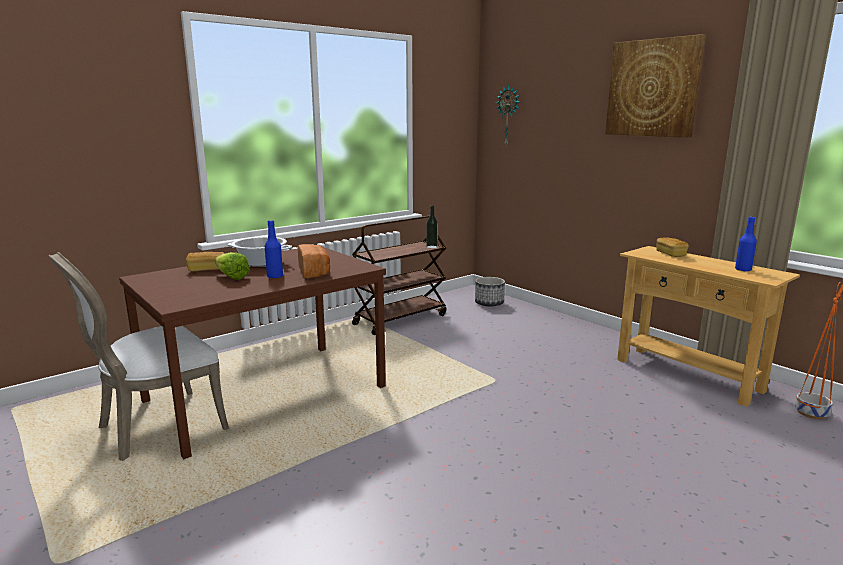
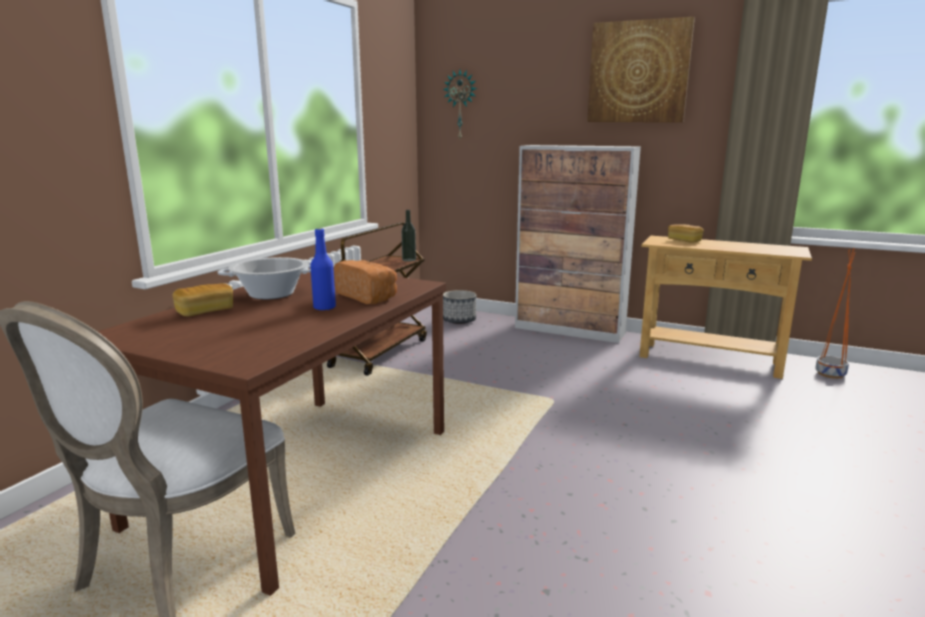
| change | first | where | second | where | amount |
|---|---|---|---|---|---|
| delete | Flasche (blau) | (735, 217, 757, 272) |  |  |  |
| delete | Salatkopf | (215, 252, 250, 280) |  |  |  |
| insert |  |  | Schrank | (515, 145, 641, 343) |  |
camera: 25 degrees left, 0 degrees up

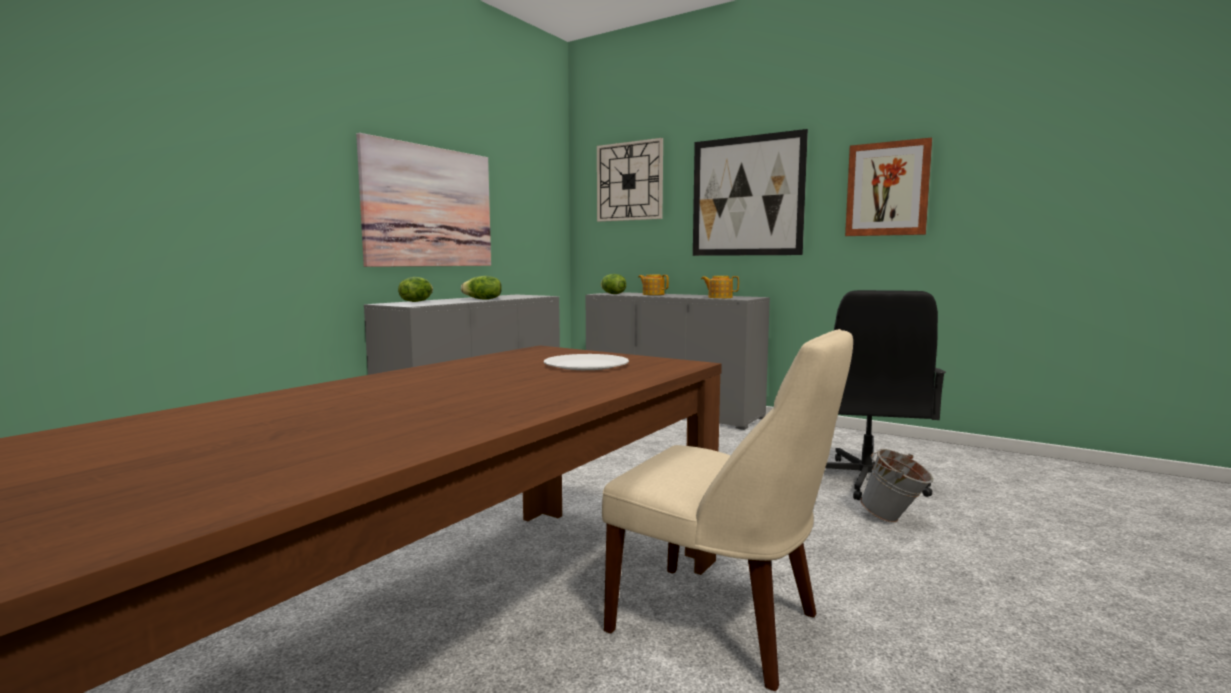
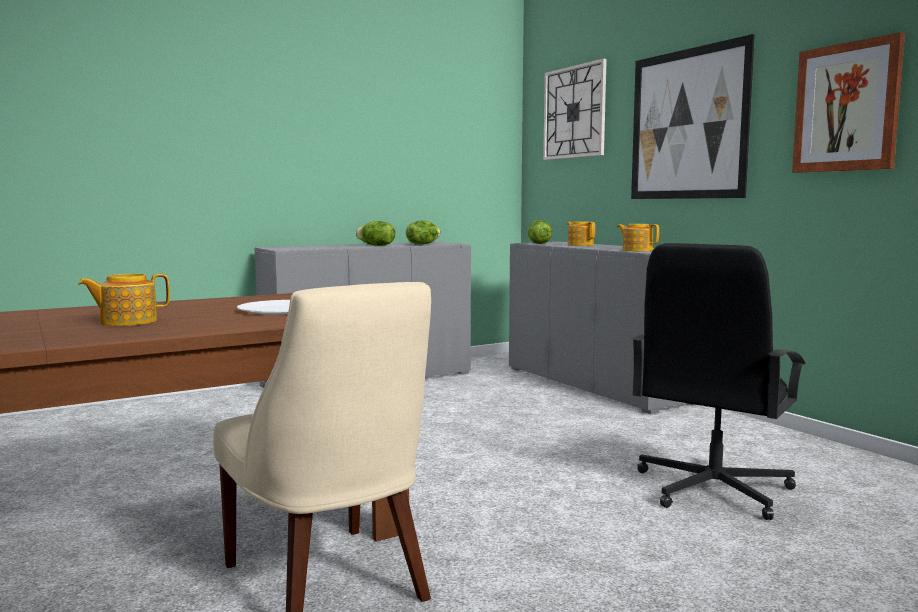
| change | first | where | second | where | amount |
|---|---|---|---|---|---|
| delete | Bild | (356, 133, 491, 267) |  |  |  |
| move | Salatkopf | (398, 277, 433, 302) |  | (406, 220, 441, 244) |  |
| delete | Eimer (grau) | (860, 449, 933, 523) |  |  |  |
| insert |  |  | Teekanne | (78, 273, 170, 326) |  |
camera: 25 degrees right, 0 degrees up

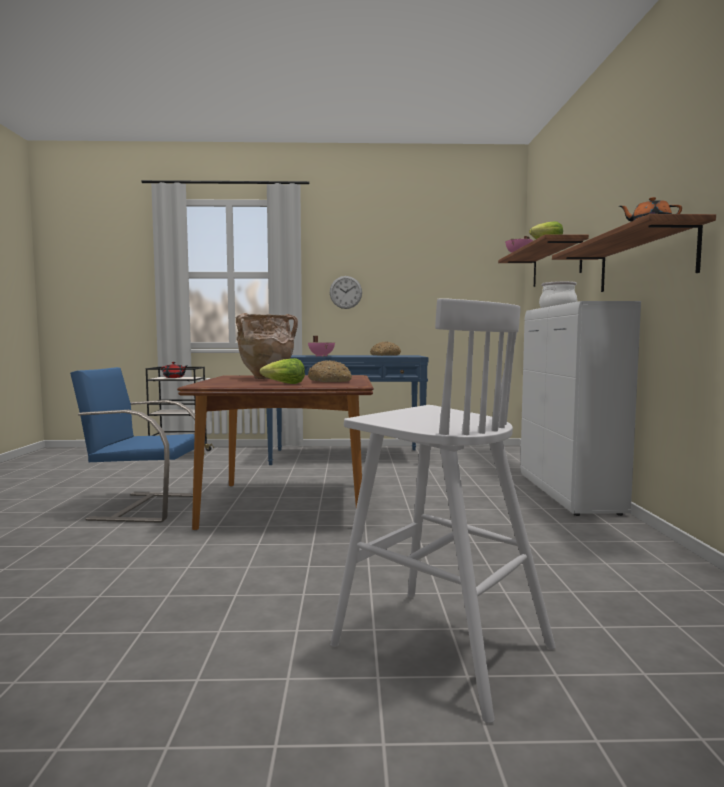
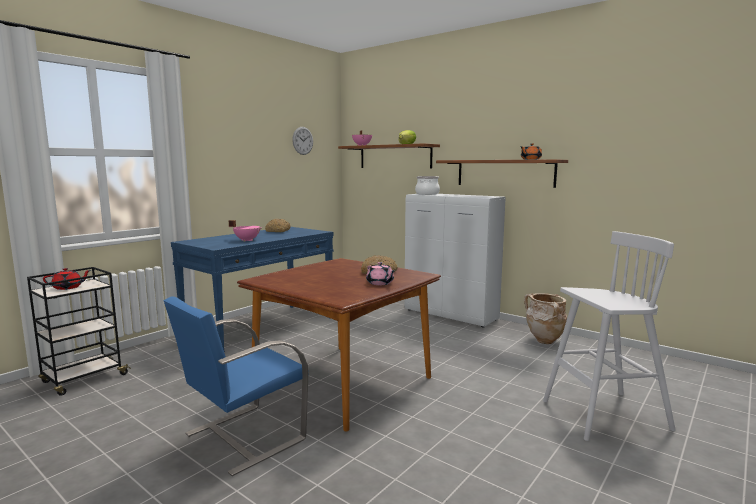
| change | first | where | second | where | amount |
|---|---|---|---|---|---|
| move | Wanduhr | (330, 276, 362, 309) |  | (292, 127, 313, 155) |  |
| move | Vase (beige) | (236, 313, 298, 379) |  | (524, 293, 567, 344) |  |
| replace | Salatkopf | (260, 358, 305, 384) | Teekanne (rosa) | (366, 262, 394, 285) |  |
camera: 50 degrees left, 5 degrees up

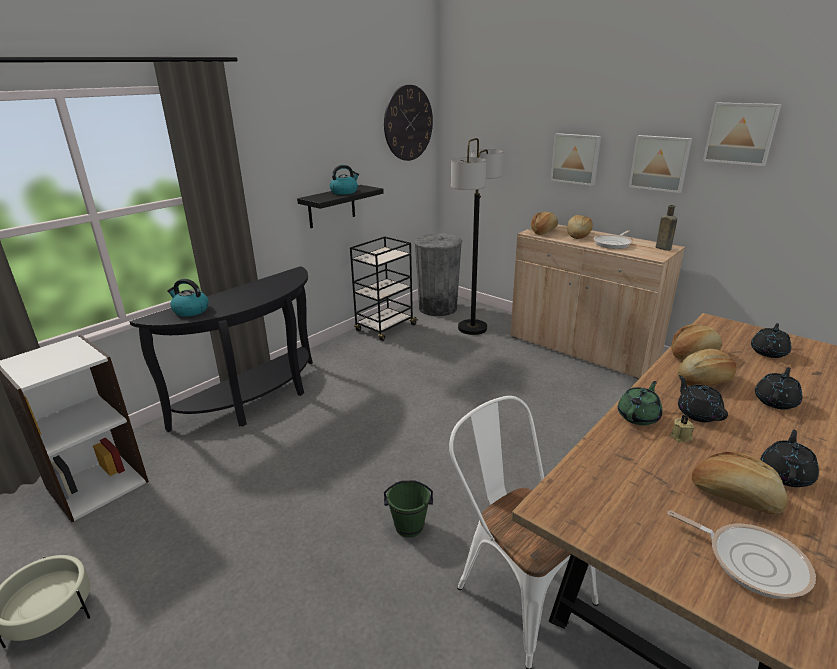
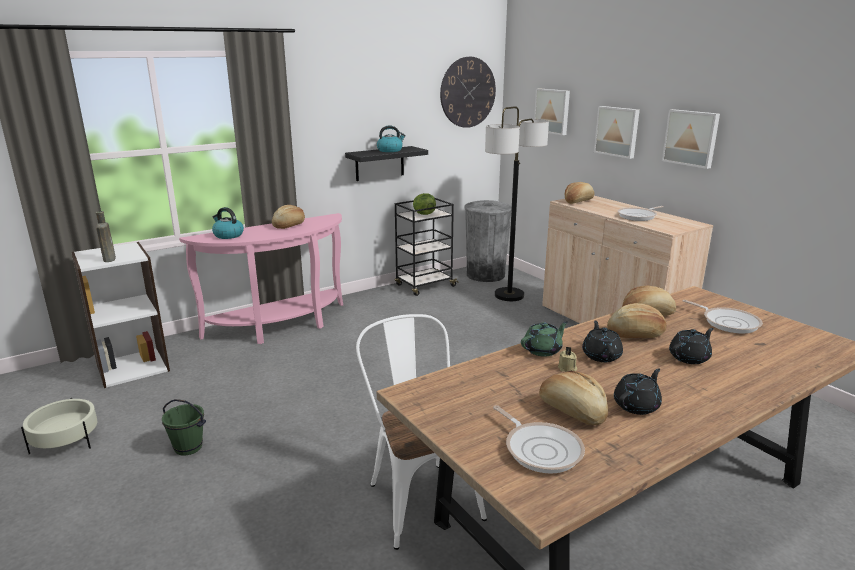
| change | first | where | second | where | amount |
|---|---|---|---|---|---|
| move | Bild | (703, 103, 781, 166) |  | (534, 89, 570, 135) |  |
| move | Flasche (braun) | (656, 205, 677, 251) |  | (95, 211, 116, 262) |  |
| move | Brot | (567, 215, 593, 239) |  | (272, 205, 305, 229) |  |
| recolor | Konsolentisch (schwarz) | (129, 266, 313, 432) | Konsolentisch (rosa) | (179, 213, 343, 344) |  |
| replace | Teekanne (schwarz) | (751, 323, 791, 358) | Pfanne | (683, 300, 763, 333) |  |
| move | Eimer (grün) | (384, 480, 433, 538) |  | (162, 399, 206, 456) |  |
| insert |  |  | Salatkopf | (413, 193, 436, 215) |  |
camera: 15 degrees right, 5 degrees down

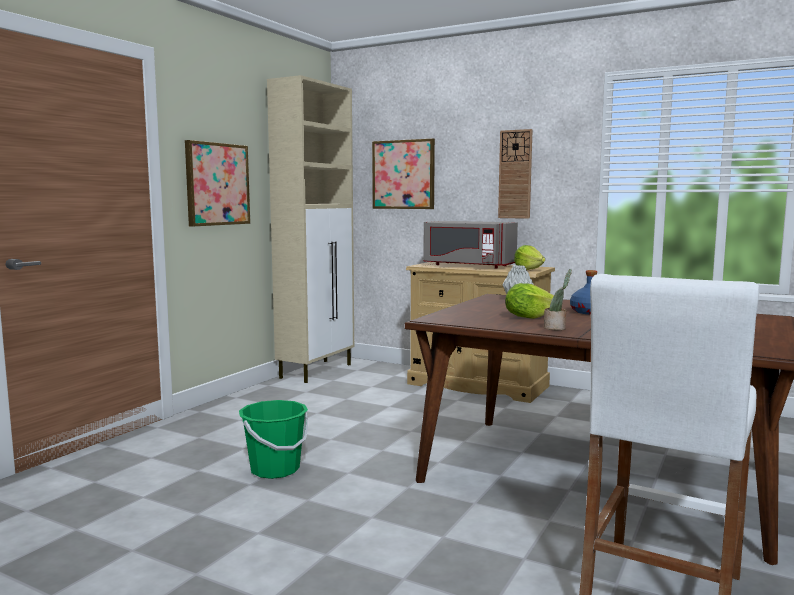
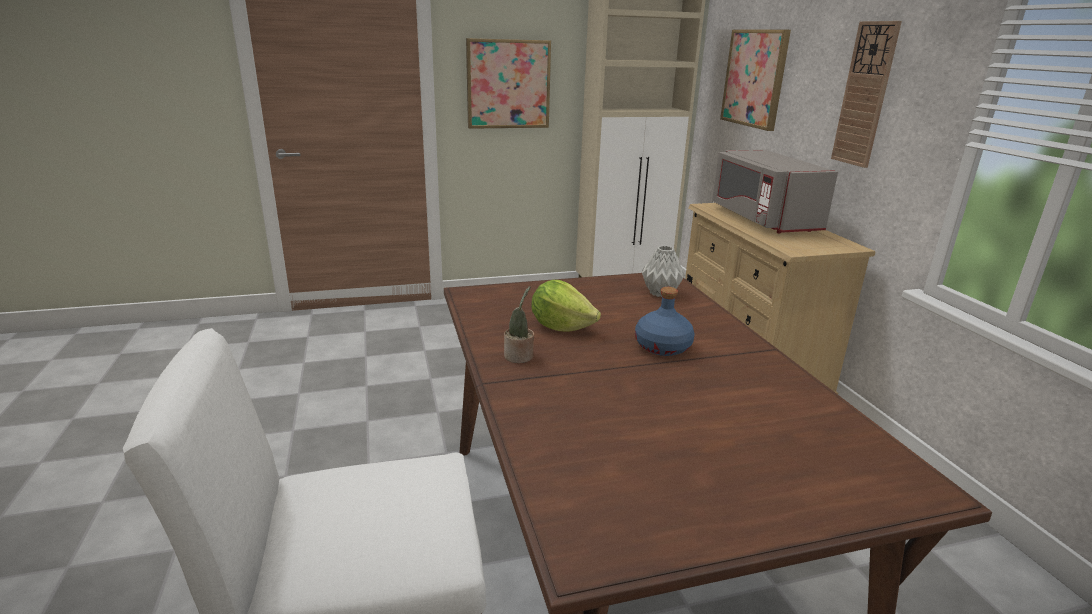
| change | first | where | second | where | amount |
|---|---|---|---|---|---|
| delete | Salatkopf | (514, 245, 545, 270) |  |  |  |
| delete | Eimer (grün) | (239, 400, 309, 479) |  |  |  |
camera: 45 degrees right, 15 degrees up

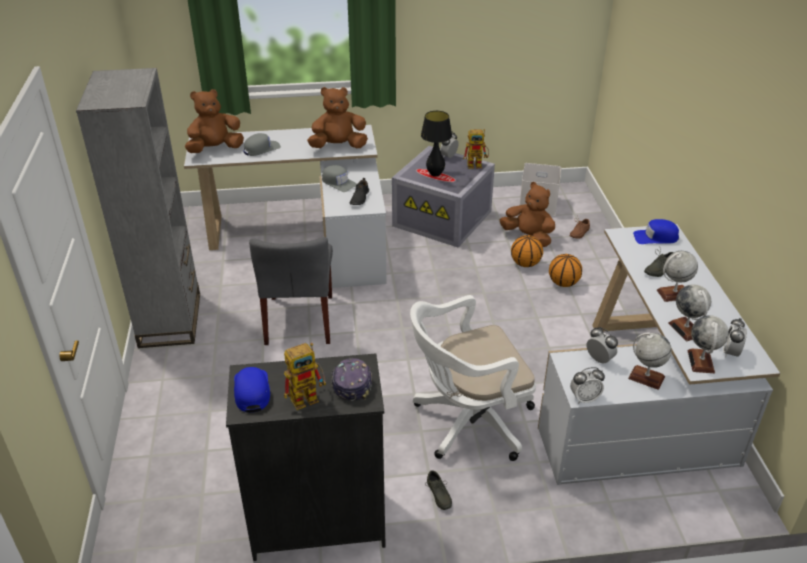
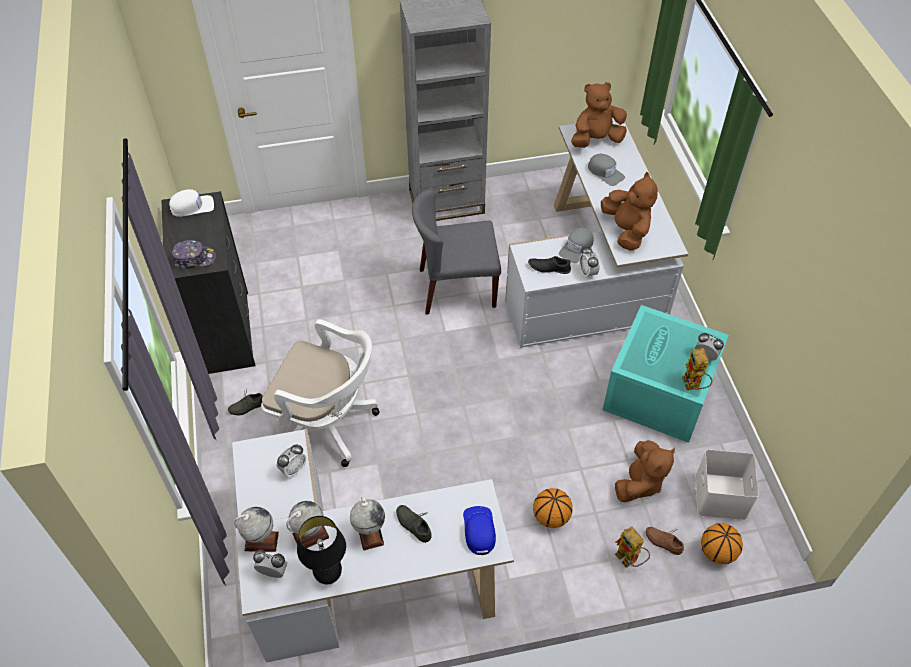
| change | first | where | second | where | amount |
|---|---|---|---|---|---|
| rotate | Plüschtier (braun) | (185, 89, 244, 153) |  | (571, 82, 627, 148) | 75 degrees counterclockwise |
| move | Tischlampe (schwarz) | (421, 111, 452, 177) |  | (297, 516, 346, 584) |  |
| recolor | Aufbewahrungsbox (grau) | (392, 146, 495, 247) | Aufbewahrungsbox (türkis) | (603, 305, 729, 443) |  |
| move | Basketball | (511, 235, 543, 267) |  | (701, 523, 743, 564) |  |
| rotate | Bürostuhl (weiß) | (410, 295, 536, 461) |  | (261, 319, 379, 467) | 135 degrees clockwise |
| delete | Globus | (628, 333, 672, 390) |  |  |  |
| move | Spielzeugroboter | (284, 343, 326, 410) |  | (615, 526, 650, 568) |  |
| recolor | Kappe (blau) | (234, 367, 270, 413) | Kappe (weiß) | (169, 189, 214, 217) |  |
| move | Wecker | (570, 367, 605, 404) |  | (579, 247, 599, 278) |  |
camera: 85 degrees right, 15 degrees up

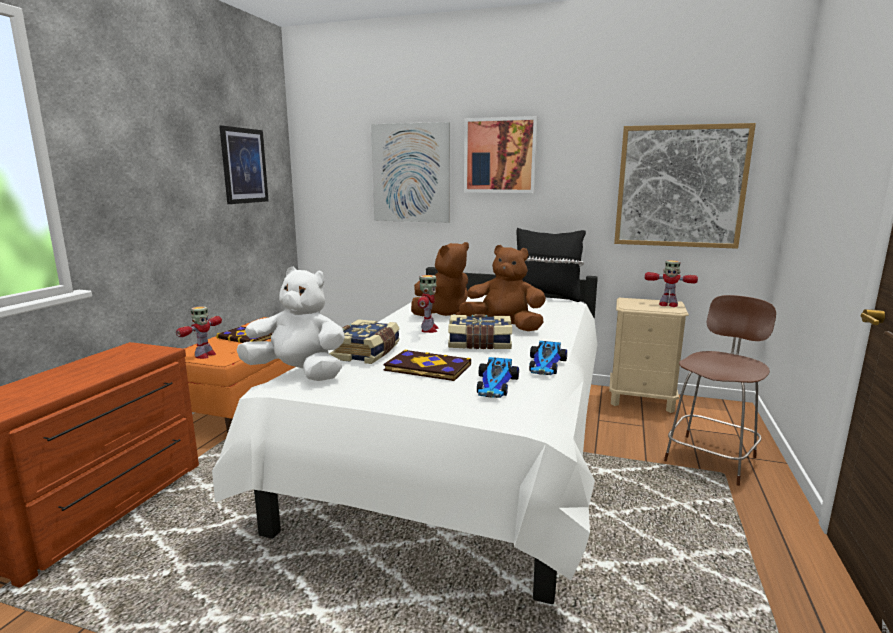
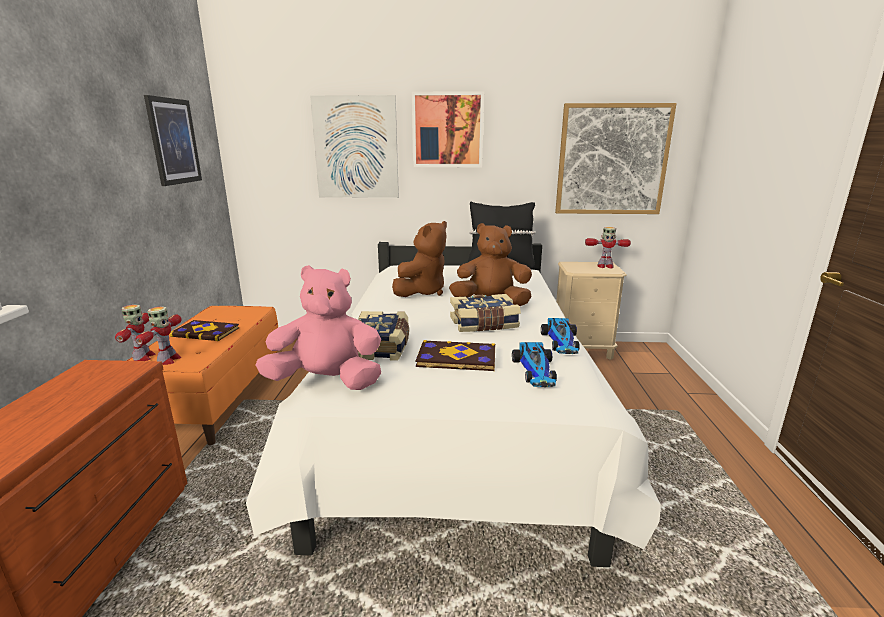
| change | first | where | second | where | amount |
|---|---|---|---|---|---|
| recolor | Plüschtier (weiß) | (236, 266, 345, 381) | Plüschtier (rosa) | (255, 265, 381, 390) |  |
| move | Spielzeugroboter | (418, 275, 439, 333) |  | (115, 304, 155, 361) |  |
| delete | Stuhl (braun) | (664, 295, 776, 486) |  |  |  |
camera: 15 degrees left, 5 degrees up

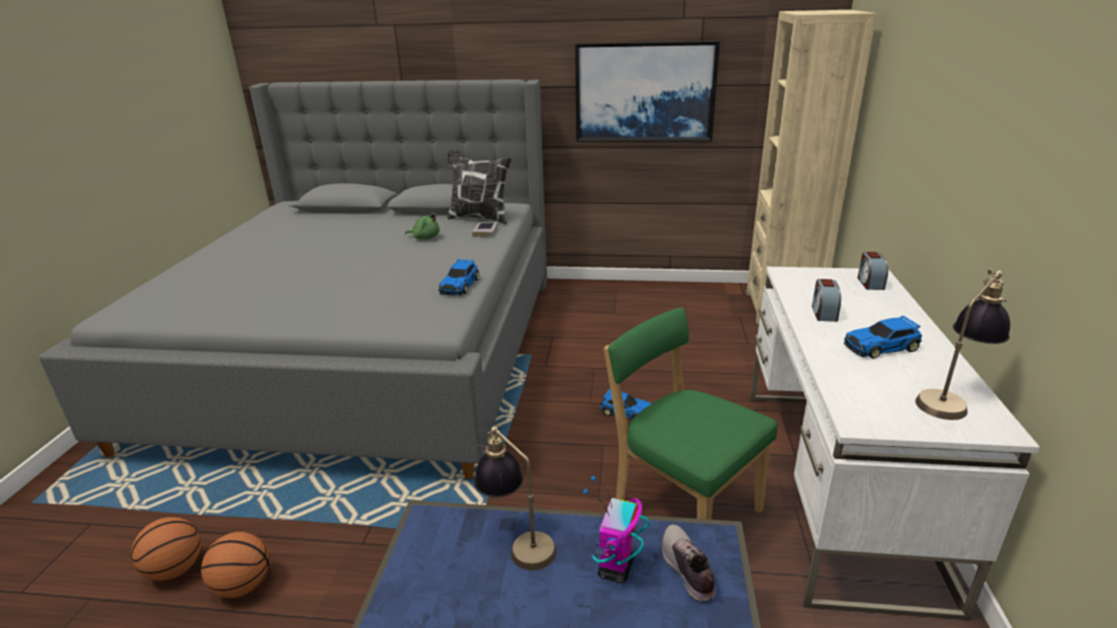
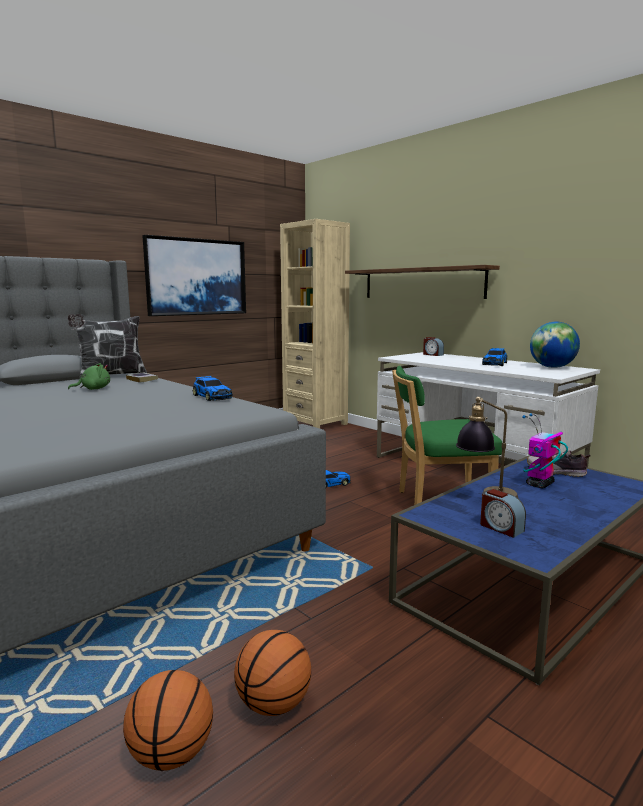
| change | first | where | second | where | amount |
|---|---|---|---|---|---|
| replace | Tischlampe | (915, 269, 1010, 420) | Globus | (530, 322, 580, 368) |  |
| move | Wecker | (812, 279, 841, 322) |  | (480, 489, 526, 538) |  |
| rotate | Spielzeugroboter | (583, 476, 650, 583) |  | (522, 413, 568, 488) | 75 degrees clockwise |
| insert |  |  | Wandregal | (345, 265, 500, 299) |  |
camera: 50 degrees left, 15 degrees down

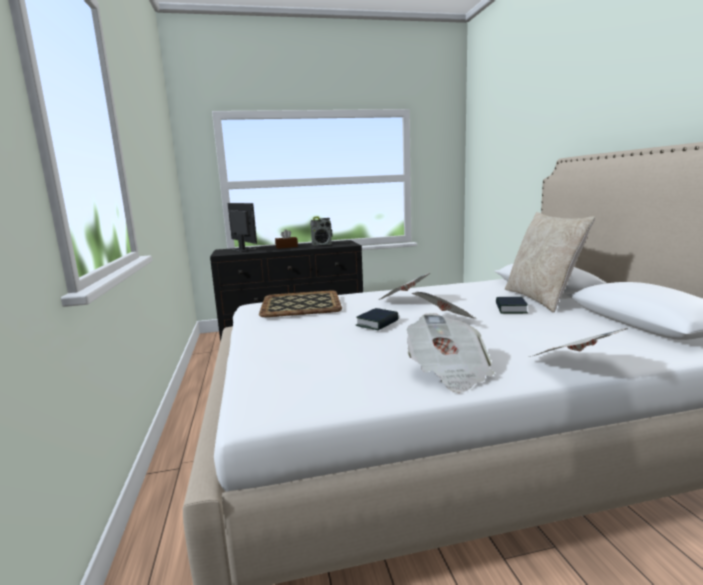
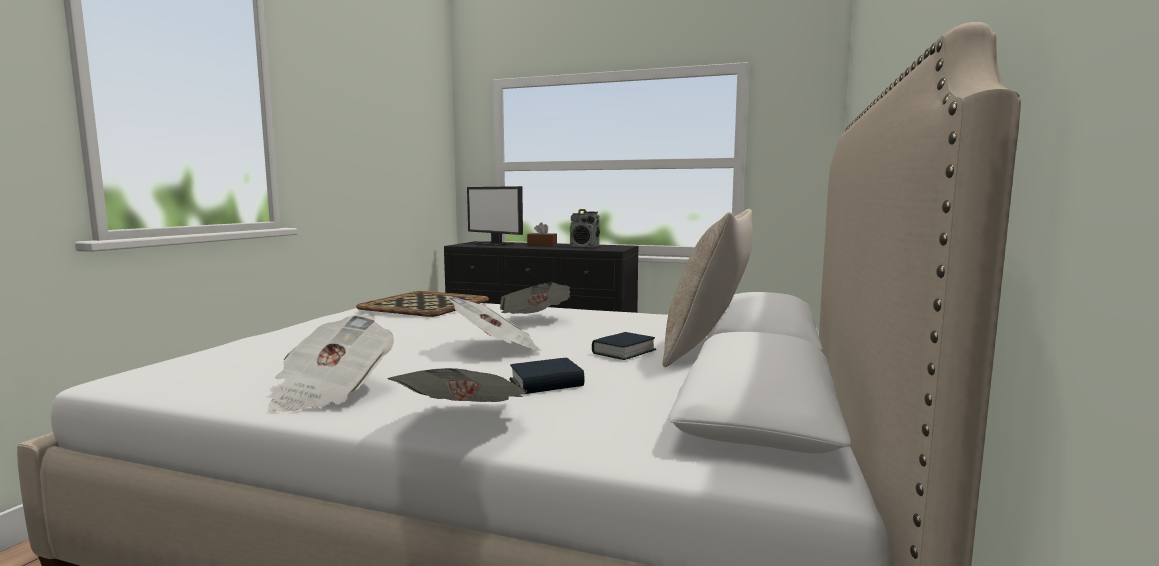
| change | first | where | second | where | amount |
|---|---|---|---|---|---|
| rotate | Monitor | (228, 203, 258, 252) |  | (467, 186, 523, 245) | 135 degrees clockwise |
| move | Buch | (356, 308, 399, 330) |  | (509, 358, 585, 394) |  |
camera: 30 degrees right, 5 degrees down

